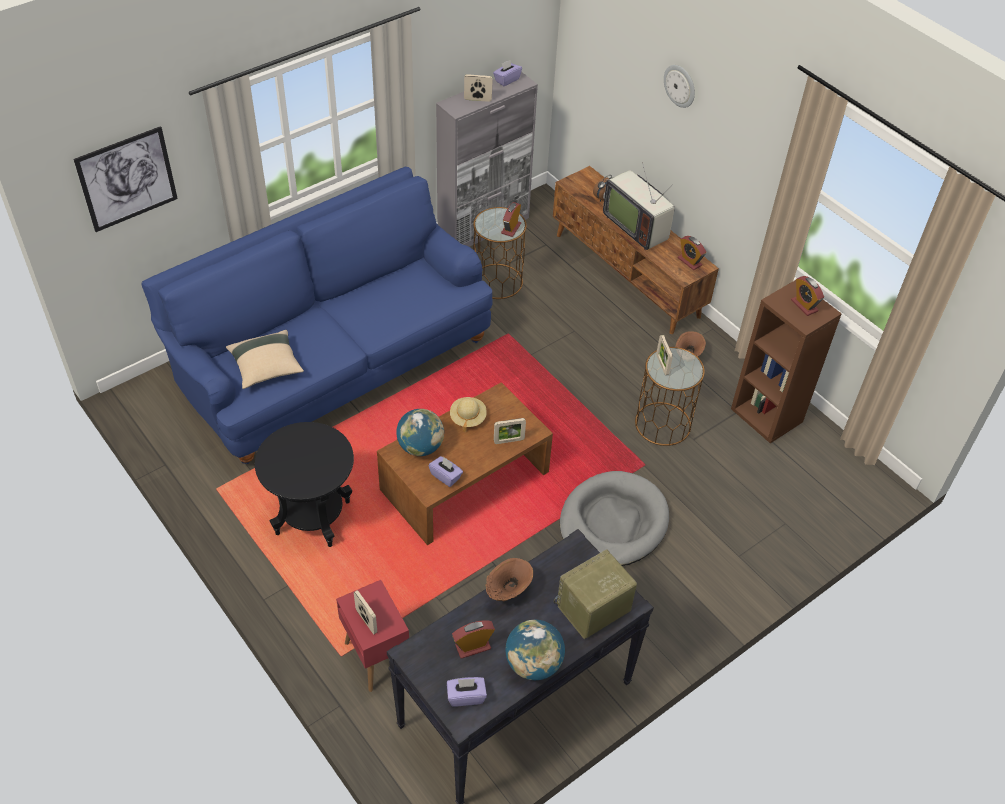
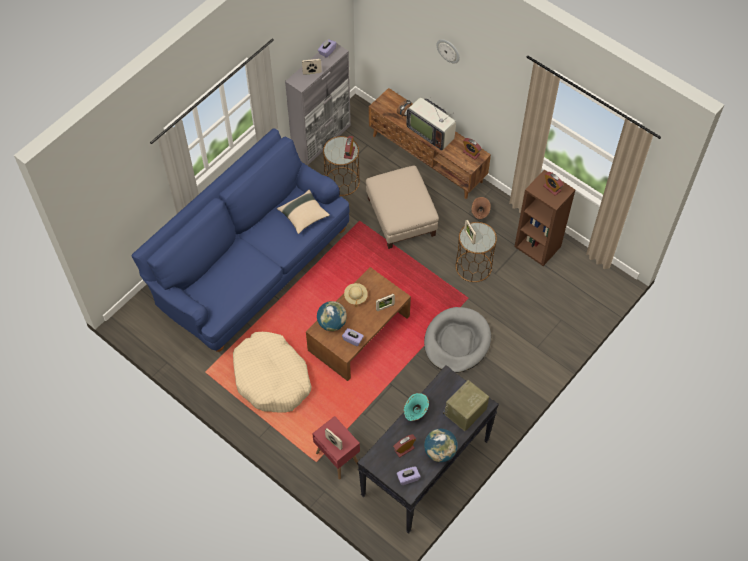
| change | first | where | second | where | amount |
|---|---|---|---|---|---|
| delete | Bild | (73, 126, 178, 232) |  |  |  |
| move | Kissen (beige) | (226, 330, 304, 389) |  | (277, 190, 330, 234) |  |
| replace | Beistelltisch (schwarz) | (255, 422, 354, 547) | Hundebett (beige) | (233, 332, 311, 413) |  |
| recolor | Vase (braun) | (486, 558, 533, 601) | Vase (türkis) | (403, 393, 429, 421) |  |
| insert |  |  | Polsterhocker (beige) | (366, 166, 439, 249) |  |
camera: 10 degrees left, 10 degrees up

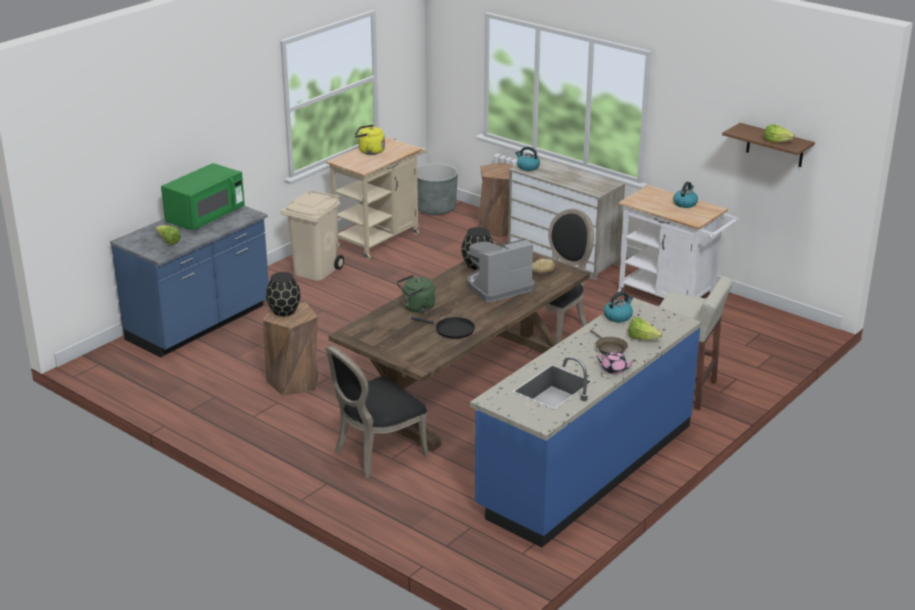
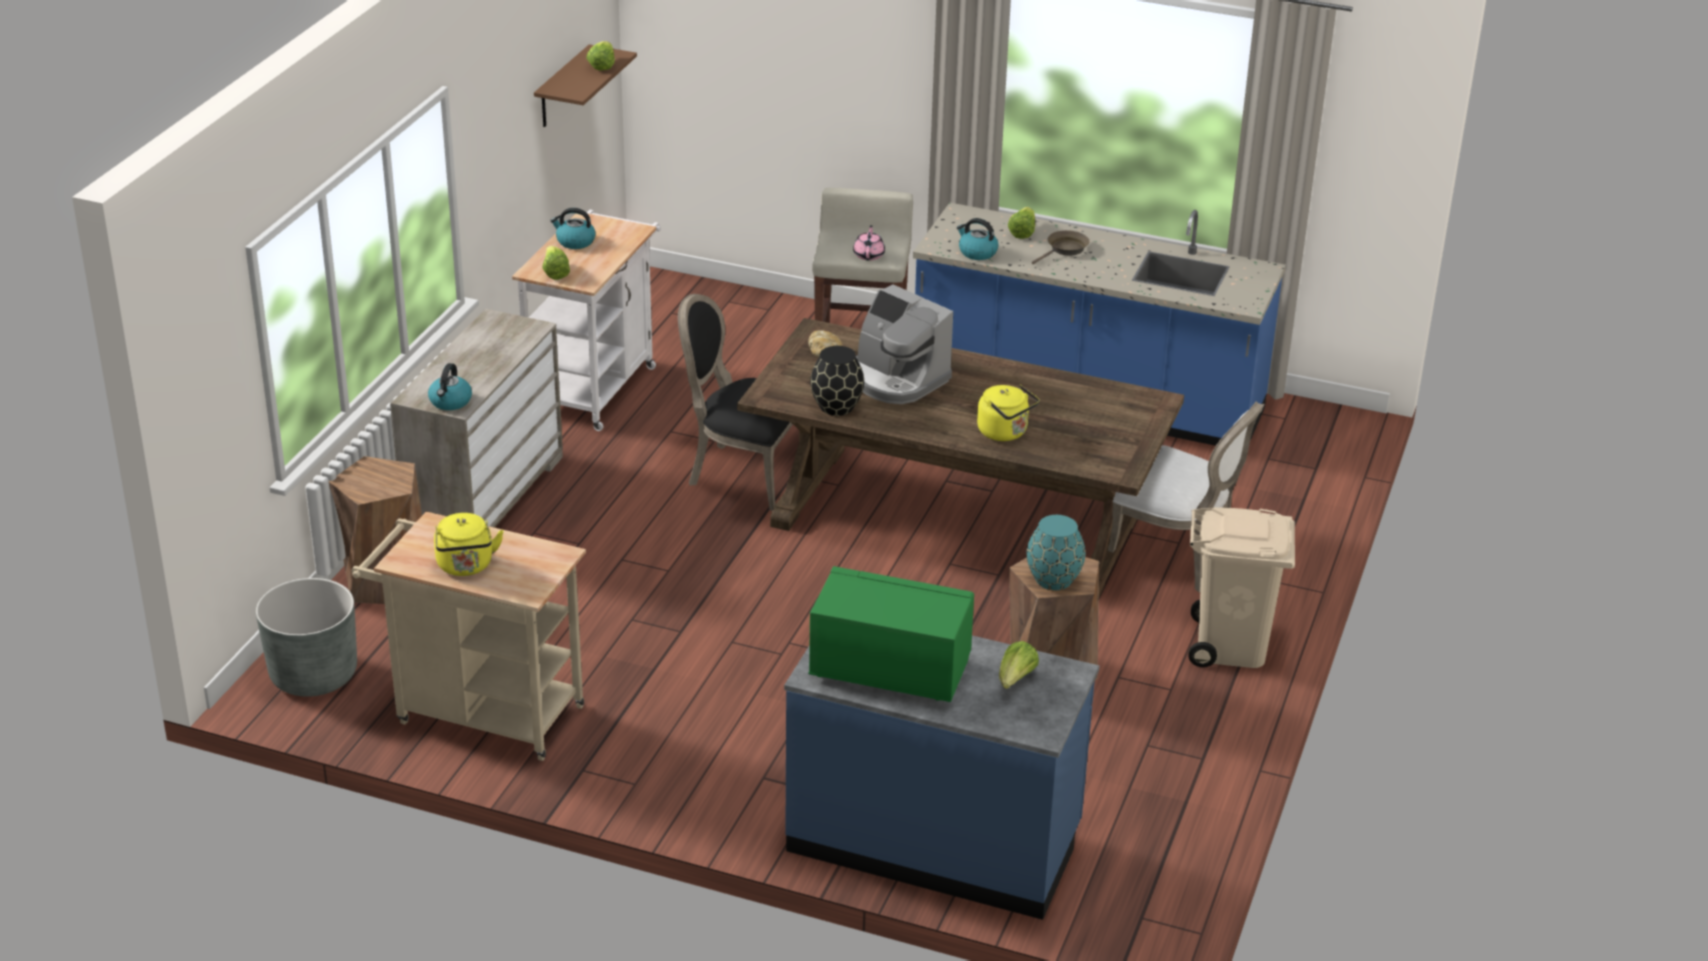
| change | first | where | second | where | amount |
|---|---|---|---|---|---|
| move | Mülleimer (beige) | (281, 190, 344, 281) |  | (1188, 507, 1295, 668) |  |
| recolor | Vase (schwarz) | (266, 272, 301, 317) | Vase (türkis) | (1027, 515, 1085, 590) |  |
| recolor | Wasserkessel (grün) | (397, 275, 435, 312) | Wasserkessel (gelb) | (977, 385, 1040, 441) |  |
| delete | Pfanne (schwarz) | (411, 317, 475, 339) |  |  |  |
| recolor | Stuhl (schwarz) | (325, 345, 429, 478) | Stuhl (weiß) | (1108, 401, 1265, 593) |  |
| move | Teekanne (rosa) | (596, 351, 636, 374) |  | (853, 225, 885, 261) |  |
| insert |  |  | Salatkopf | (542, 246, 570, 280) |  |
camera: 110 degrees left, 5 degrees up

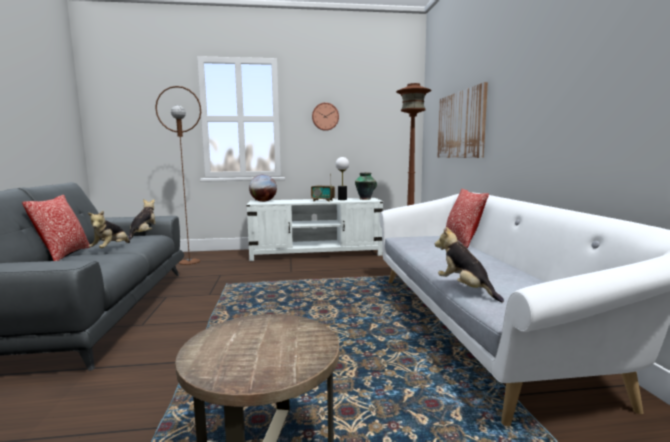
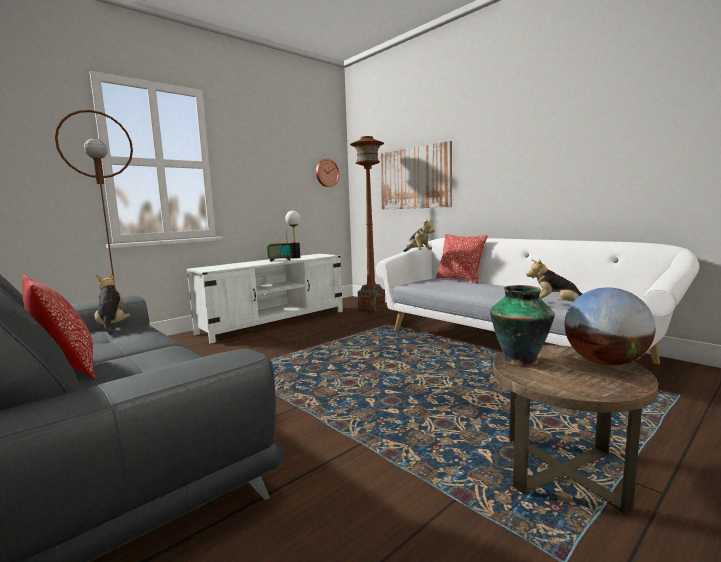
| change | first | where | second | where | amount |
|---|---|---|---|---|---|
| move | Wanduhr | (312, 103, 339, 131) |  | (316, 159, 339, 187) |  |
| move | Vase | (355, 173, 377, 200) |  | (490, 285, 555, 366) |  |
| move | Globus | (249, 174, 277, 202) |  | (565, 287, 656, 366) |  |
| move | Plüschtier | (88, 211, 130, 248) |  | (404, 219, 435, 252) |  |
camera: 35 degrees left, 0 degrees up

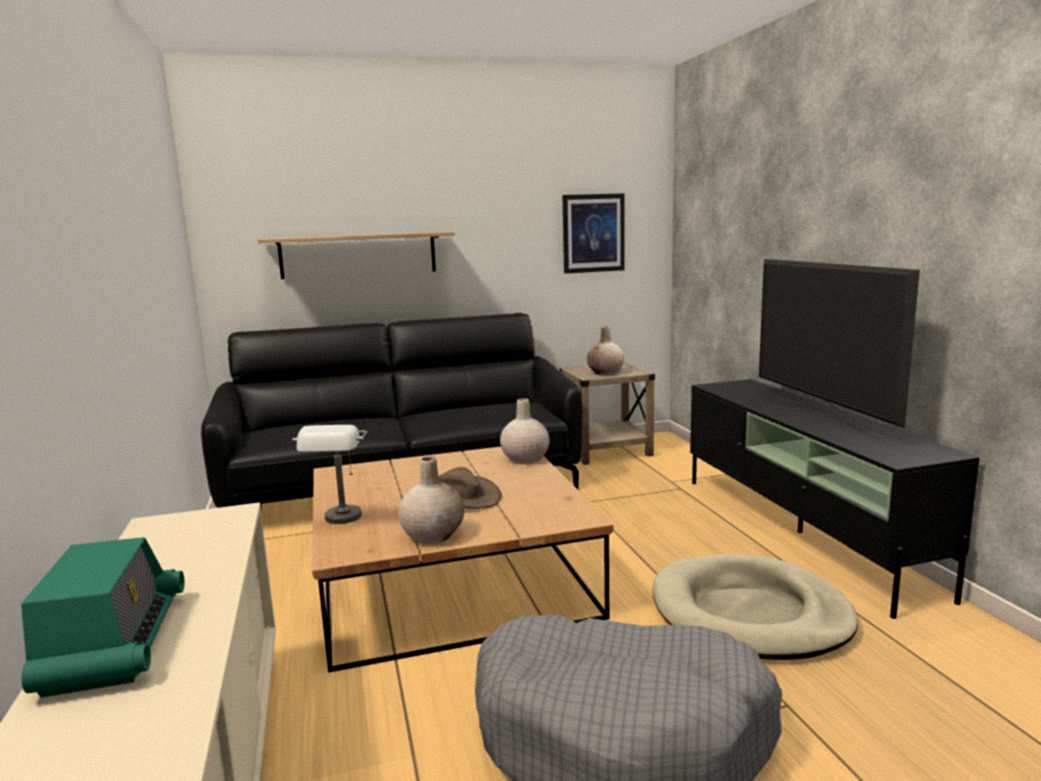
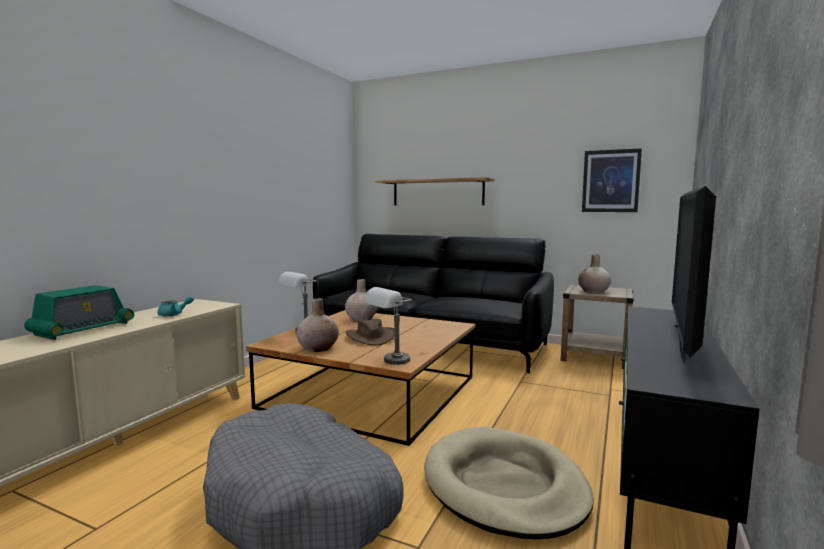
| change | first | where | second | where | amount |
|---|---|---|---|---|---|
| move | Vase (beige) | (500, 398, 550, 464) |  | (345, 279, 378, 321) |  |
| insert |  |  | Tischlampe (grau) | (364, 287, 412, 364) |  |
| insert |  |  | Teekanne (türkis) | (157, 296, 194, 316) |  |
camera: 40 degrees right, 5 degrees down

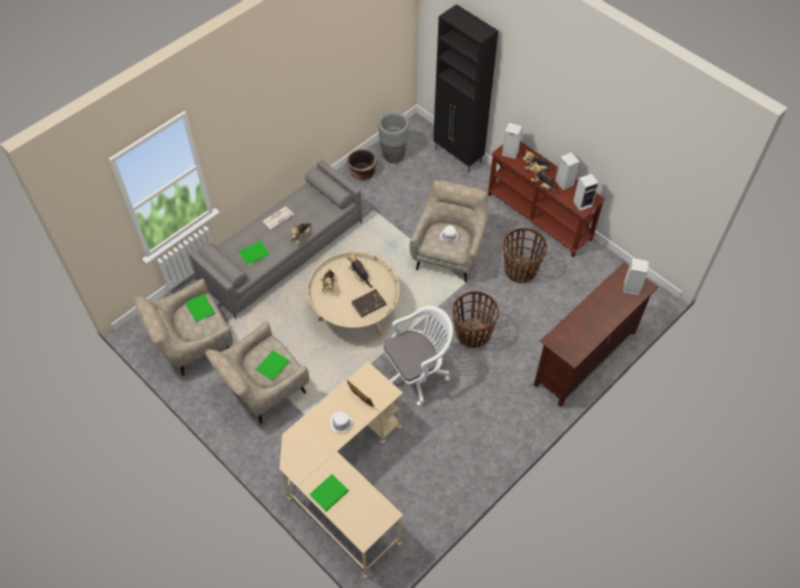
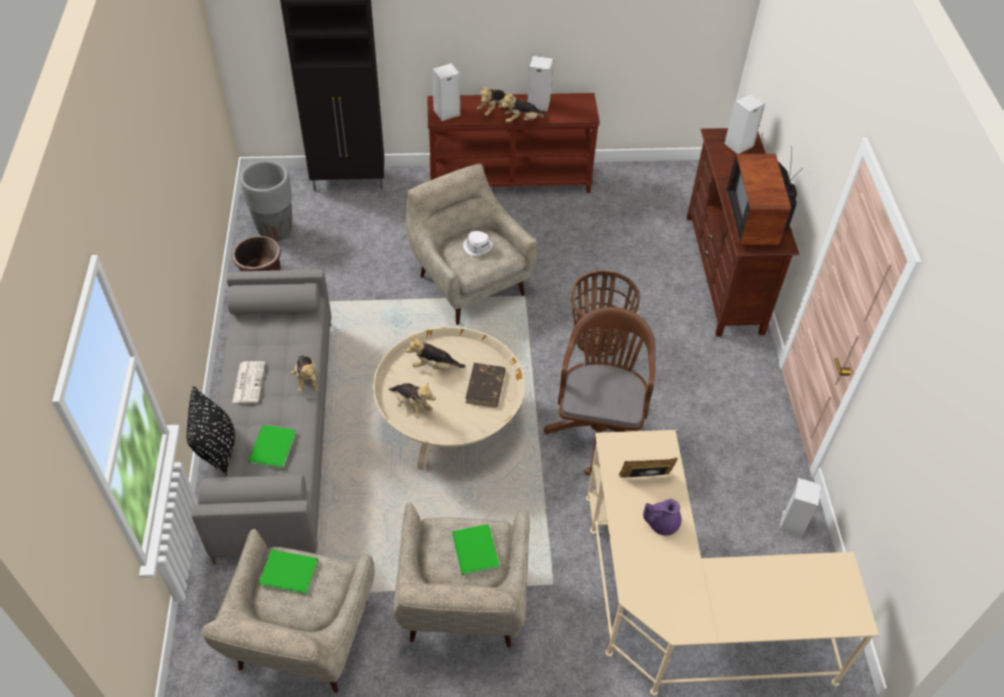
| change | first | where | second | where | amount |
|---|---|---|---|---|---|
| move | Lautsprecher | (573, 174, 599, 211) |  | (780, 478, 822, 537) |  |
| delete | Korb | (503, 228, 547, 284) |  |  |  |
| recolor | Bürostuhl (weiß) | (382, 306, 453, 406) | Bürostuhl (braun) | (543, 307, 656, 475) |  |
| replace | Hut (weiß) | (330, 411, 353, 432) | Teekanne (lila) | (643, 499, 682, 535) |  |
| delete | Buch (grün) | (310, 474, 349, 511) |  |  |  |
| insert |  |  | Fernseher | (726, 146, 803, 245) |  |
| insert |  |  | Kissen (schwarz) | (186, 386, 235, 476) |  |
camera: 50 degrees left, 5 degrees down

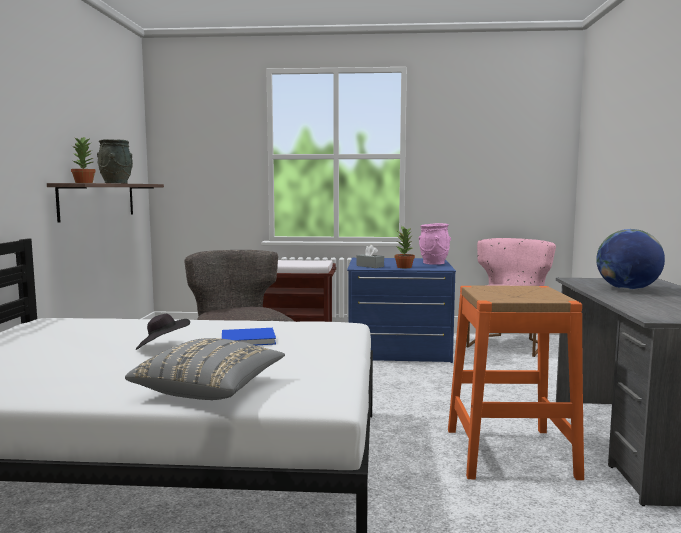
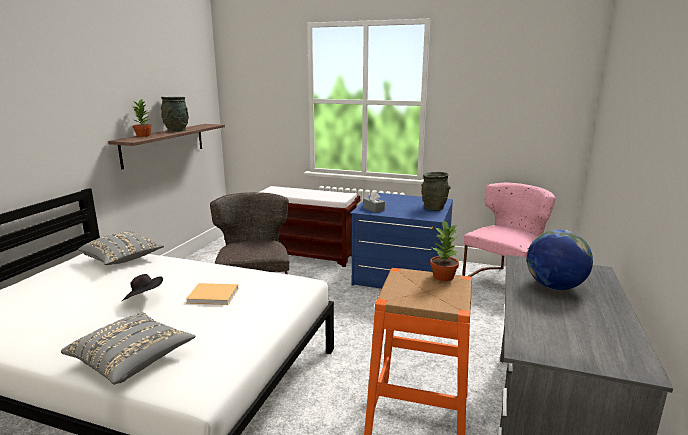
| change | first | where | second | where | amount |
|---|---|---|---|---|---|
| recolor | Vase (rosa) | (419, 223, 451, 265) | Vase (grau) | (421, 172, 451, 211) |  |
| move | Topfpflanze | (394, 226, 415, 268) |  | (430, 221, 459, 281) |  |
| recolor | Buch (blau) | (222, 328, 276, 345) | Buch (beige) | (186, 283, 238, 305) |  |
| insert |  |  | Kissen (grau) | (78, 232, 164, 265) |  |
camera: 15 degrees right, 10 degrees up

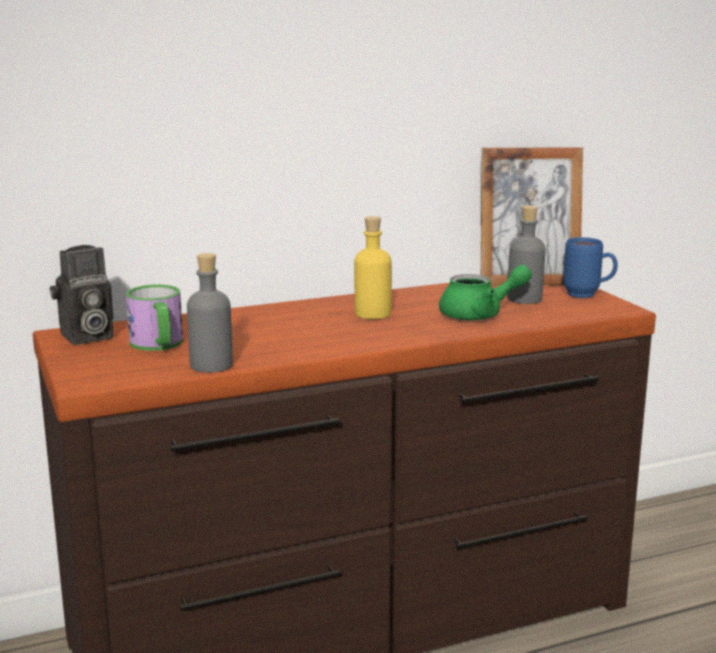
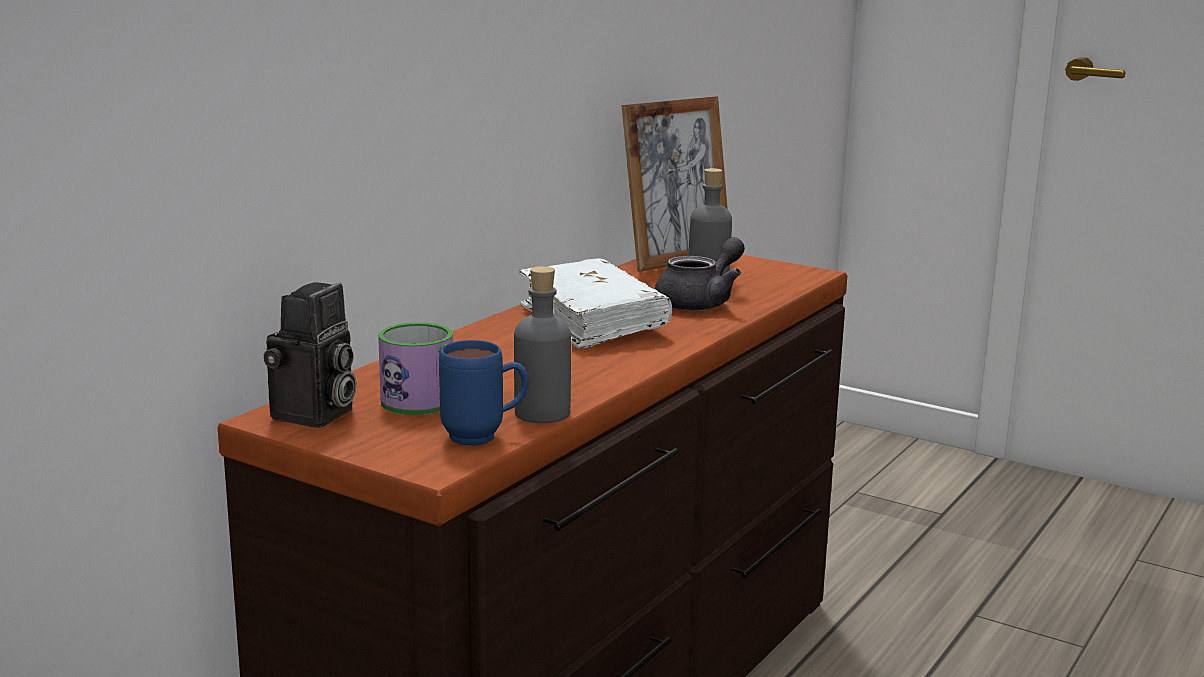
| change | first | where | second | where | amount |
|---|---|---|---|---|---|
| replace | Flasche (gelb) | (354, 216, 392, 319) | Buch (weiß) | (519, 259, 672, 349) |  |
| move | Henkelbecher (blau) | (563, 237, 618, 298) |  | (439, 340, 529, 445) |  |
| recolor | Teekanne (grün) | (439, 265, 532, 320) | Teekanne (grau) | (655, 237, 745, 311) |  |
camera: 35 degrees left, 0 degrees up

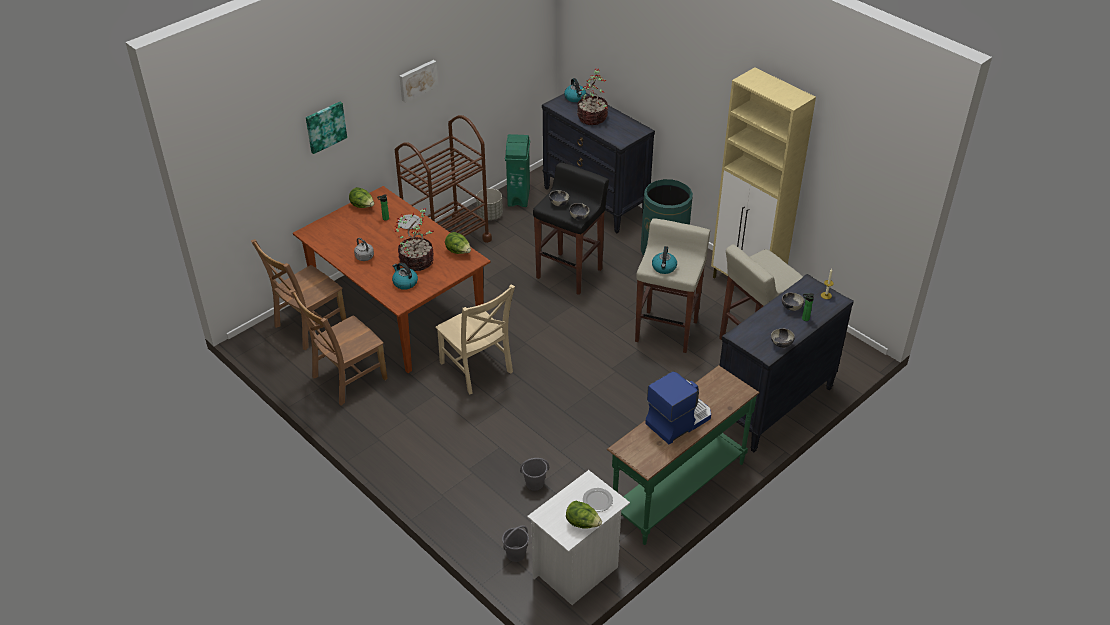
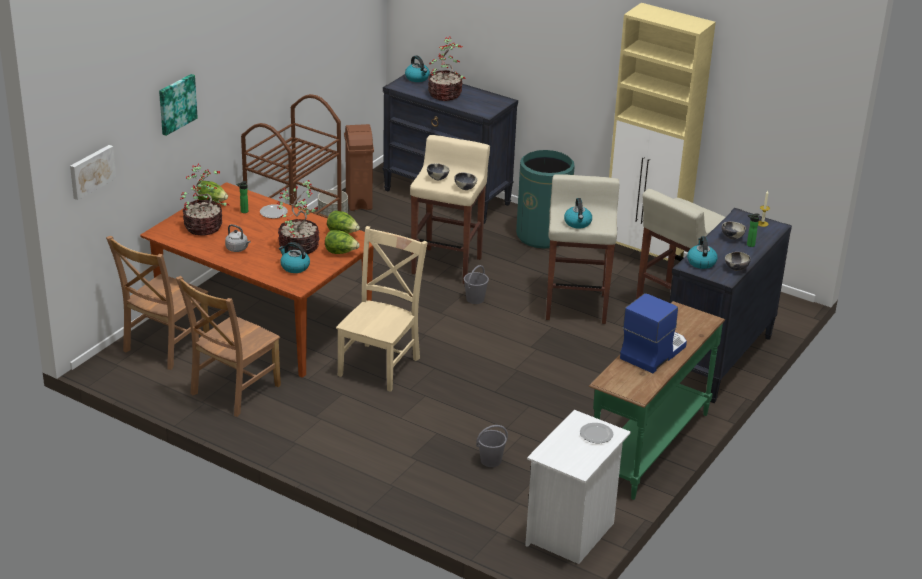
| change | first | where | second | where | amount |
|---|---|---|---|---|---|
| move | Bild | (400, 60, 438, 102) |  | (70, 145, 116, 200) |  |
| recolor | Mülleimer (grün) | (505, 134, 530, 207) | Mülleimer (braun) | (344, 124, 374, 211) |  |
| recolor | Hocker (schwarz) | (533, 162, 609, 295) | Hocker (beige) | (410, 135, 490, 284) |  |
| rotate | Stuhl (beige) | (435, 284, 515, 395) |  | (336, 226, 428, 392) | 105 degrees counterclockwise |
| move | Salatkopf | (566, 501, 602, 529) |  | (325, 230, 360, 254) |  |
| move | Eimer (grau) | (502, 525, 529, 562) |  | (464, 265, 489, 304) |  |
| insert |  |  | Topfpflanze | (181, 164, 230, 236) |  |
| insert |  |  | Wasserkessel | (687, 236, 718, 269) |  |
camera: 15 degrees left, 10 degrees down

